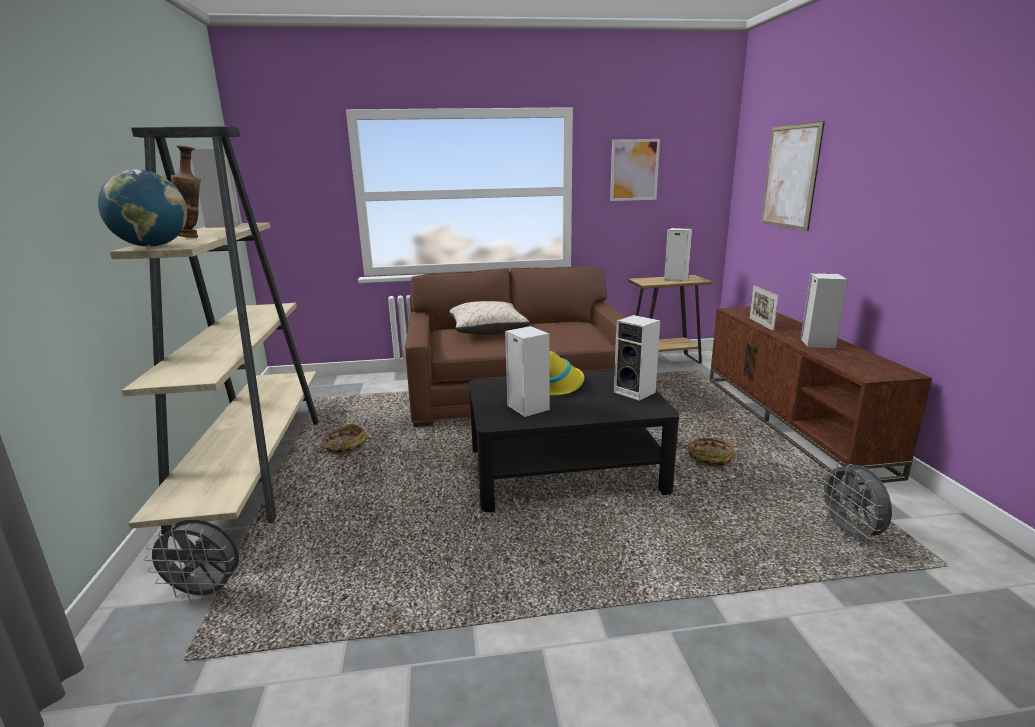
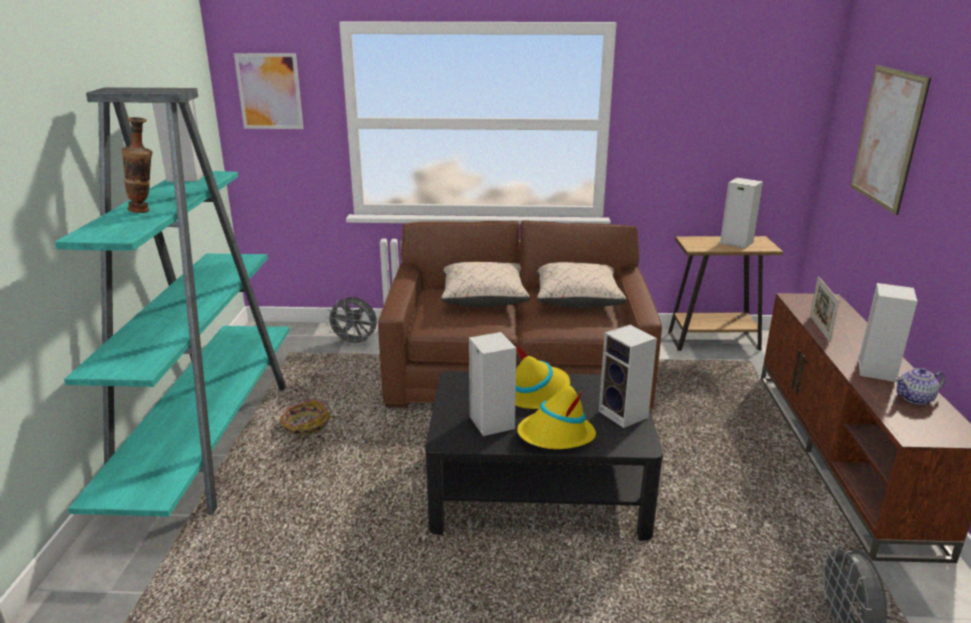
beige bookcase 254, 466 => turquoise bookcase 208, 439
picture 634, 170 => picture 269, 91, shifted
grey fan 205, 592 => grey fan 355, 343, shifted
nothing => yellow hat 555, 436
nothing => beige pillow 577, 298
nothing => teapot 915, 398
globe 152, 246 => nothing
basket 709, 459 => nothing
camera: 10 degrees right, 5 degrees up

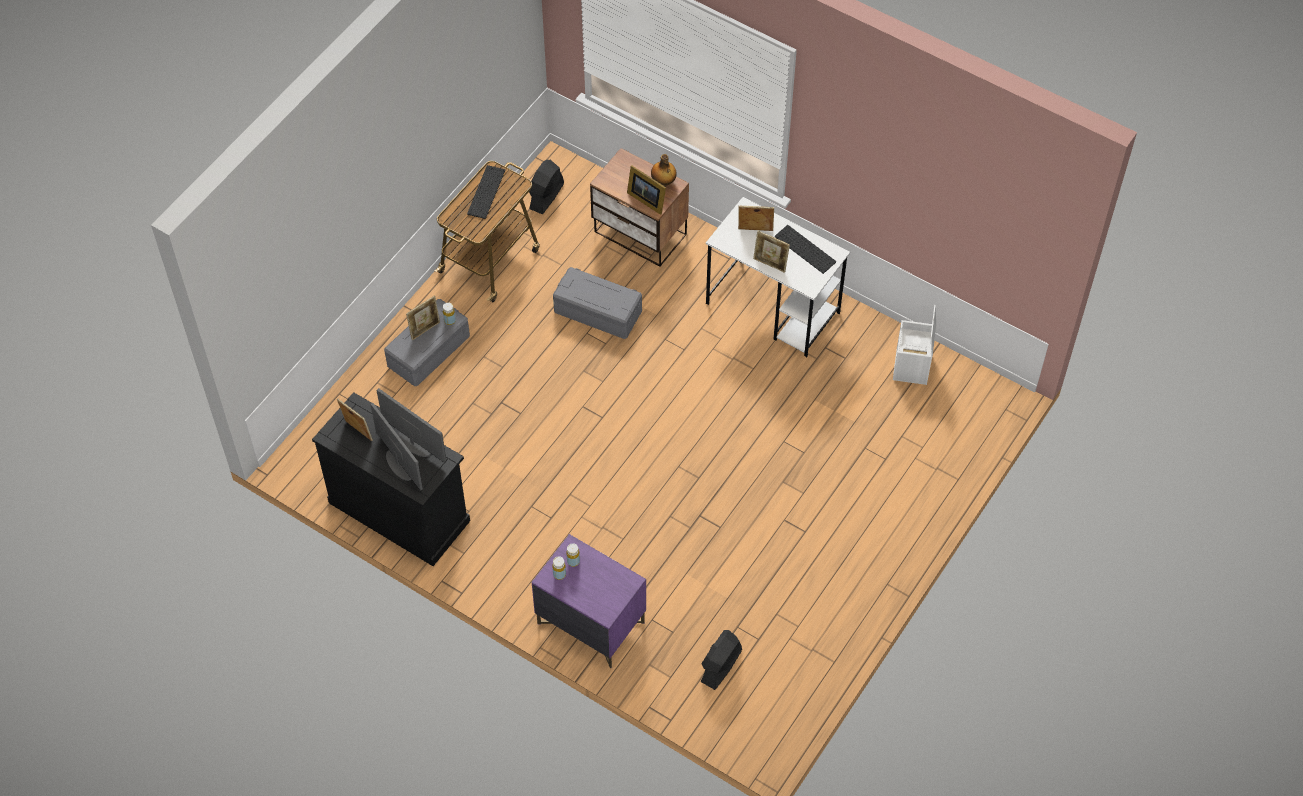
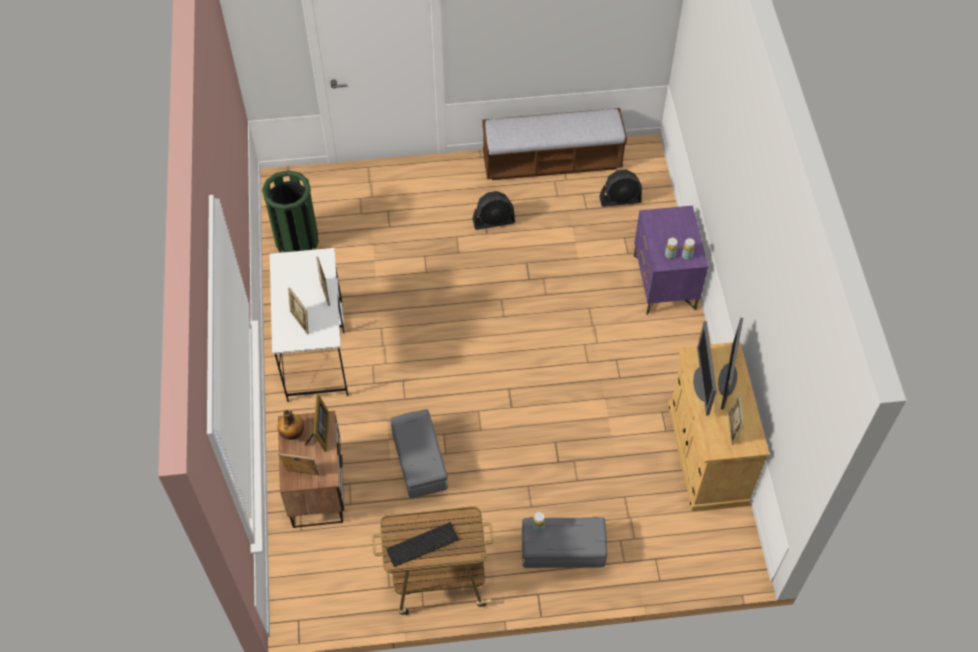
white storage box 912, 367 => green trash can 297, 240
picture frame 425, 329 => picture frame 302, 474, shifted
black fan 546, 196 => black fan 494, 221, shifted
nothing => bench 552, 162
black cabinet 399, 511 => beige cabinet 706, 454
keyboard 806, 249 => nothing
camera: 130 degrees left, 0 degrees up

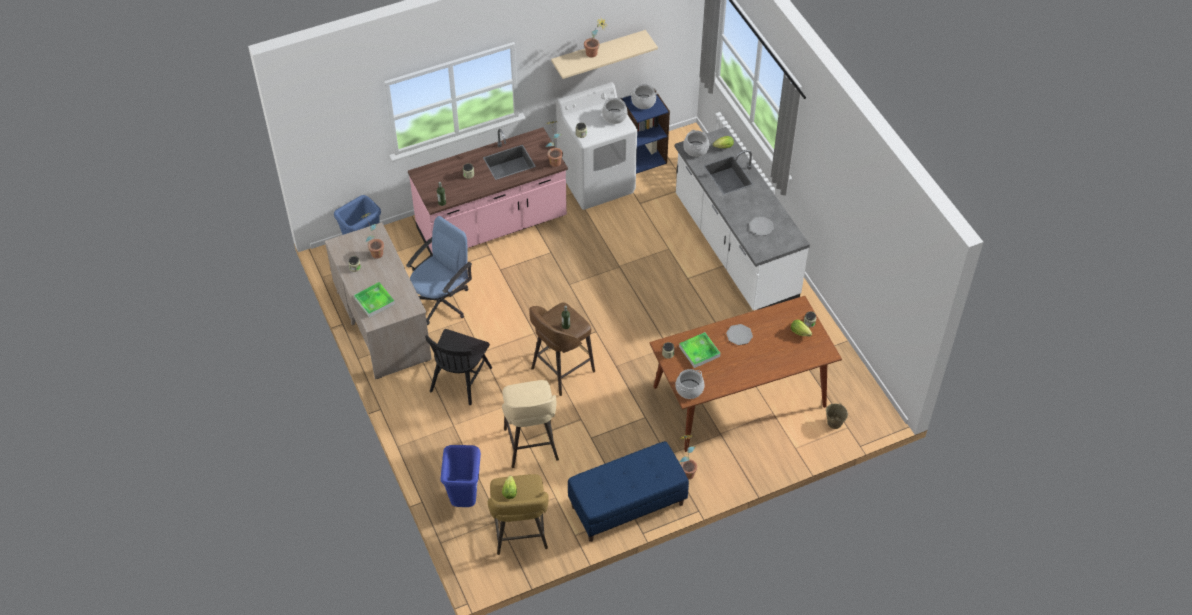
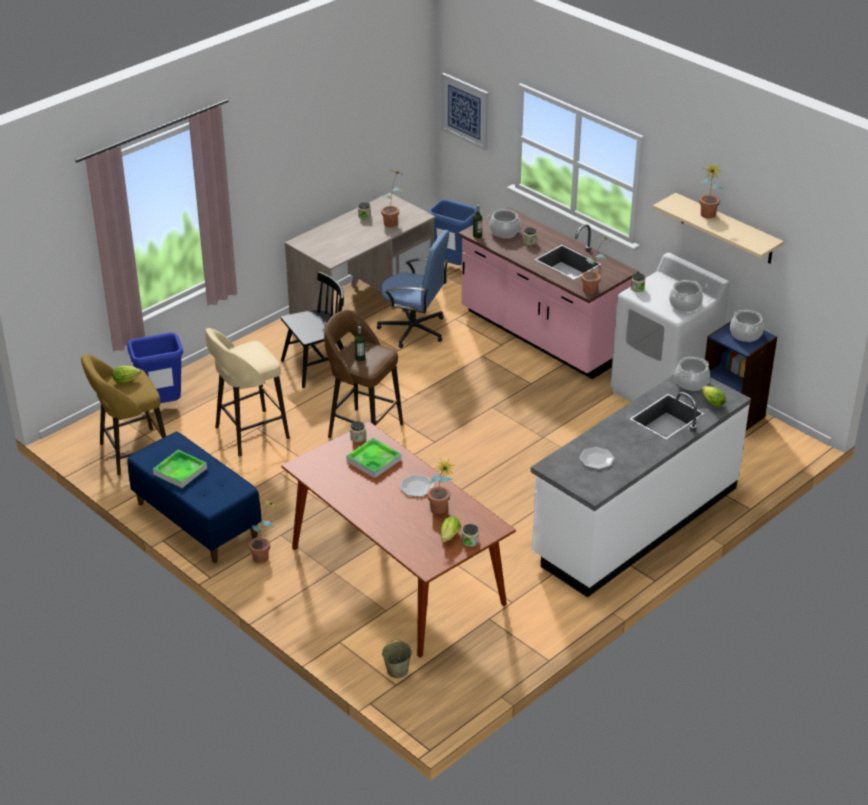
tray 374, 301 => tray 180, 471, shifted
black chair 460, 379 => black chair 317, 366, 150 degrees clockwise
nothing => potted plant 440, 512
nothing => picture 465, 111
cooking pot 689, 389 => cooking pot 504, 231, shifted
camera: 70 degrees right, 15 degrees down

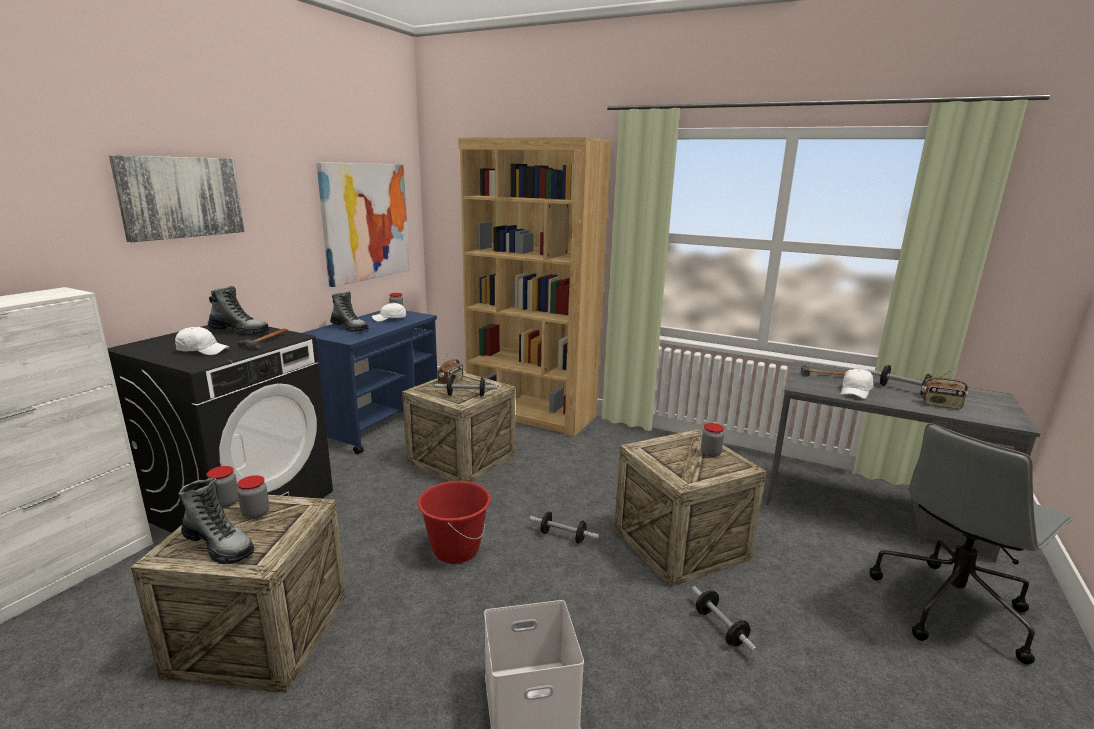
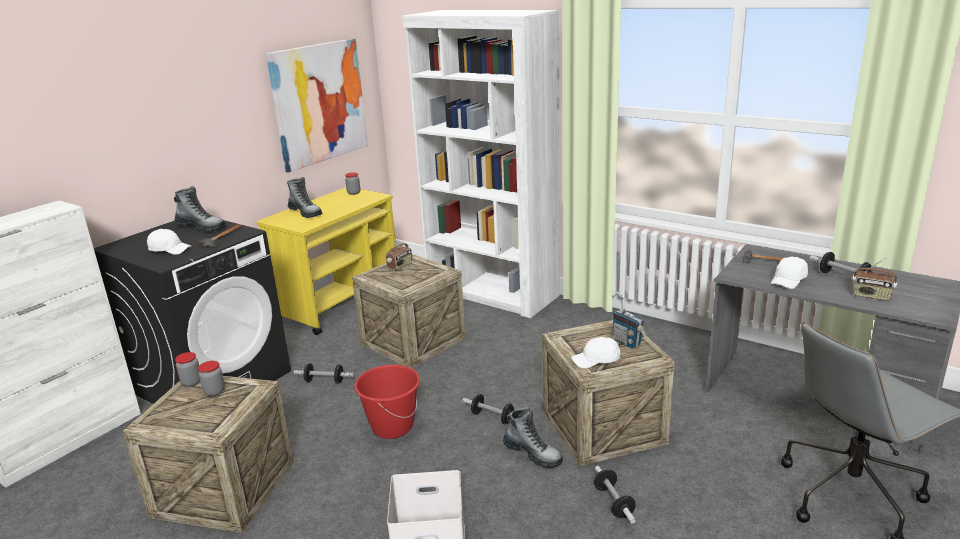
blue cart 379, 423 => yellow cart 340, 303
dumbbell 466, 395 => dumbbell 324, 381, shifted
brown bookcase 530, 413 => white bookcase 492, 292
boot 219, 545 => boot 533, 454, shifted
white cap 390, 319 => white cap 596, 360, shifted
jar 710, 453 => radio 627, 343
picture 181, 197 => nothing
camera: 10 degrees right, 5 degrees up

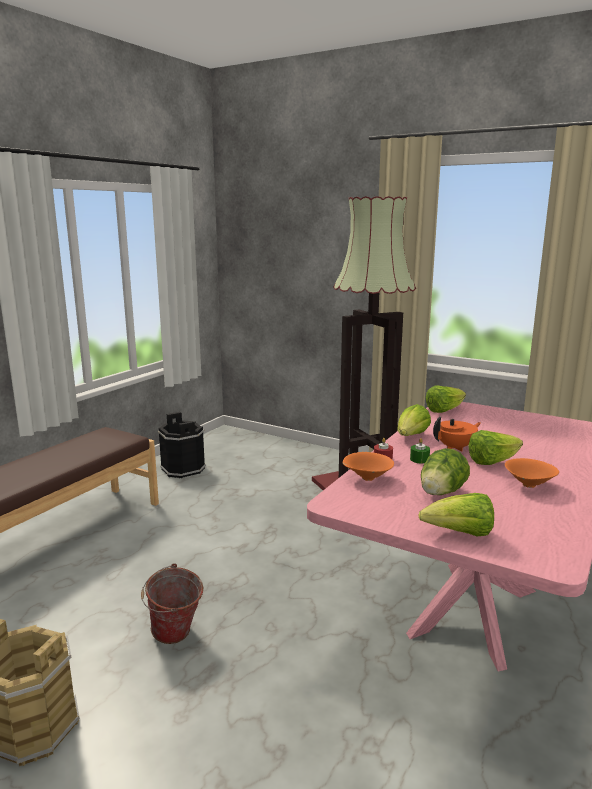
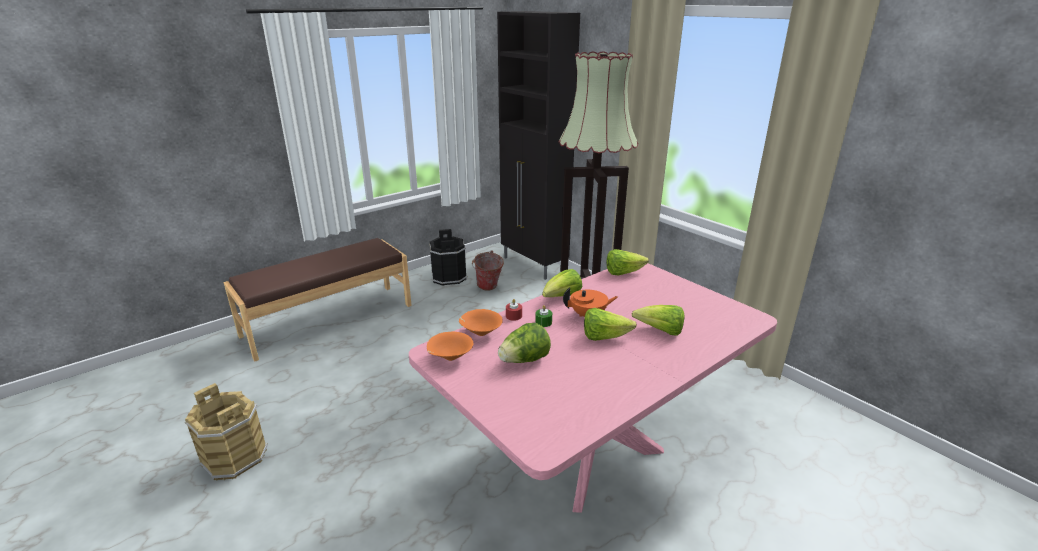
orange bowl 528, 486 => orange bowl 450, 358, shifted
bucket 175, 637 => bucket 488, 288, shifted
nothing => black cabinet 534, 265
lettuce 459, 534 => lettuce 660, 331, shifted
camera: 20 degrees right, 10 degrees up

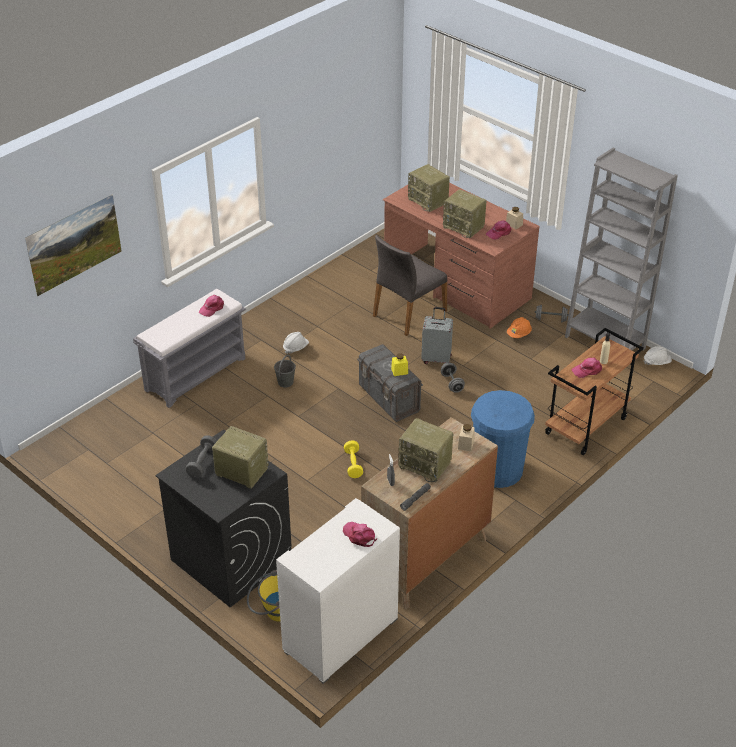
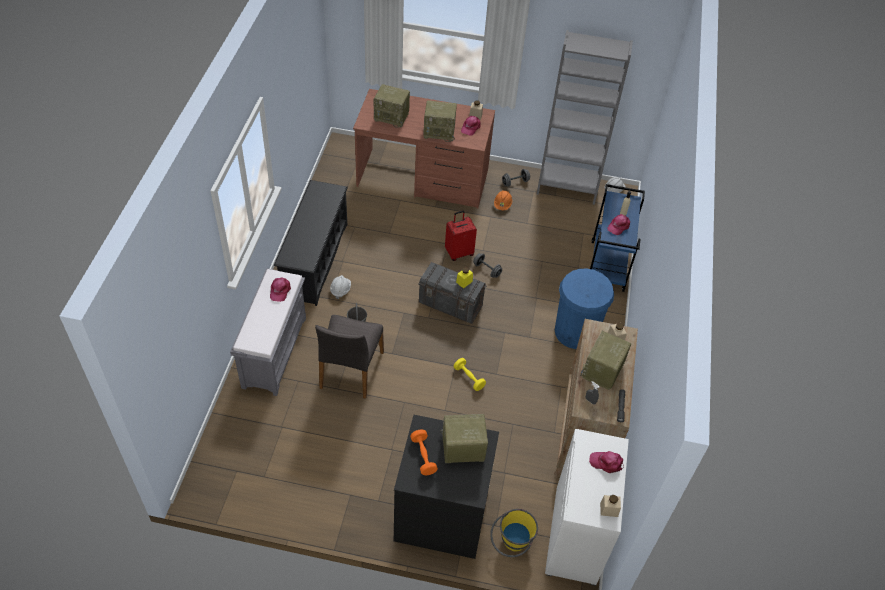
nothing => black shoe rack 315, 260
grey chair 408, 313 => grey chair 350, 370, shifted
grey dumbbell 202, 462 => orange dumbbell 423, 456
grey suitcase 436, 359 => red suitcase 459, 252
radio 426, 464 => radio 602, 371, 120 degrees clockwise
brown cart 586, 427 => blue cart 608, 266
nothing => beige jar 609, 509
picture 77, 259 => nothing
camera: 35 degrees left, 10 degrees up

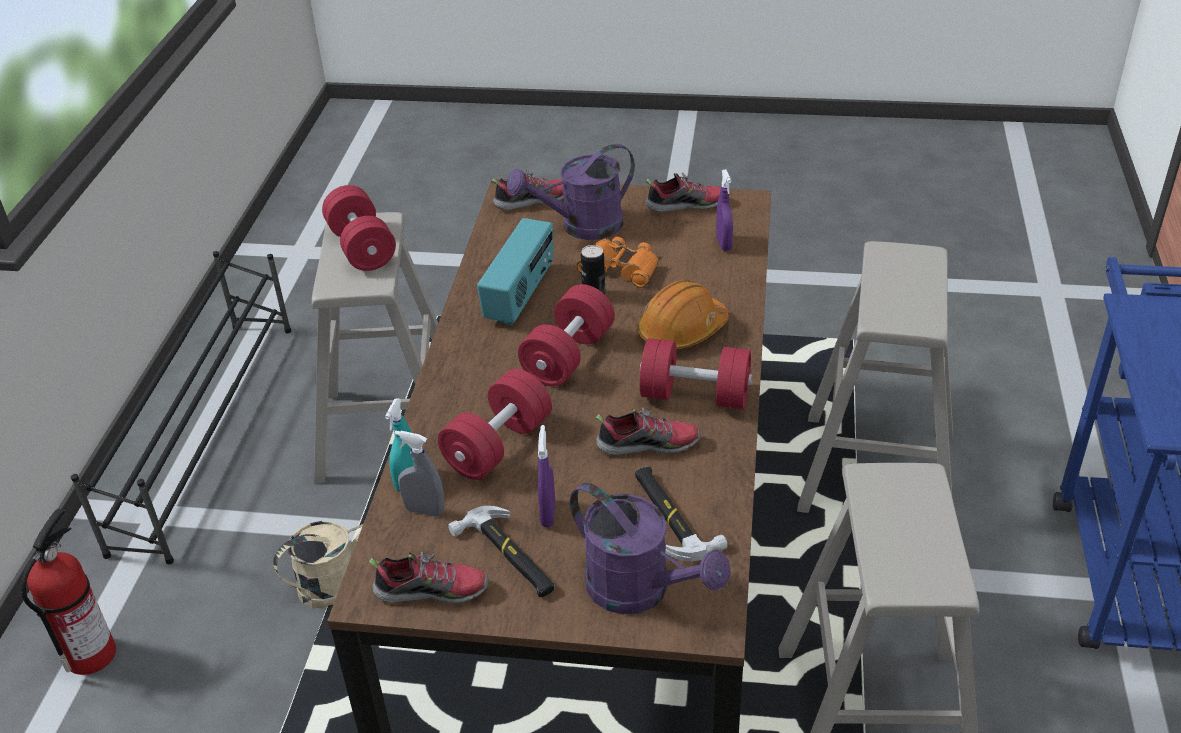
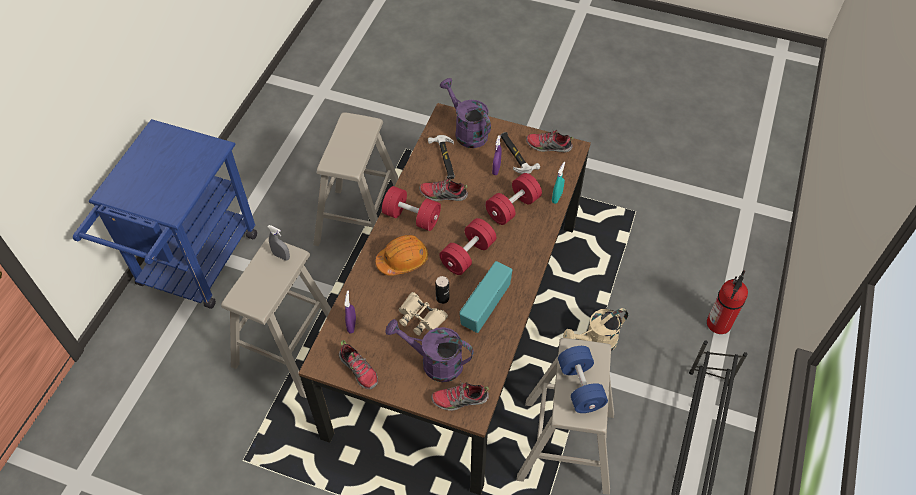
grey spray bottle 424, 510 => grey spray bottle 281, 256, shifted
shoe 686, 204 => shoe 359, 370, 135 degrees counterclockwise
purple watering can 581, 227 => purple watering can 434, 362, 150 degrees counterclockwise
orange binoculars 620, 268 => beige binoculars 421, 317
red dumbbell 362, 248 => blue dumbbell 580, 386
camera: 170 degrees left, 15 degrees up

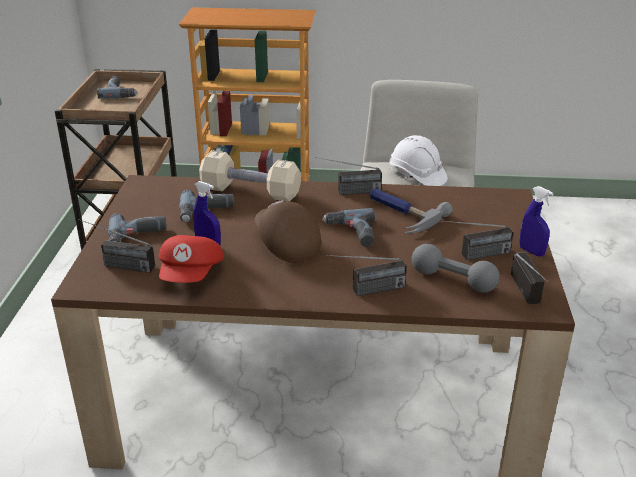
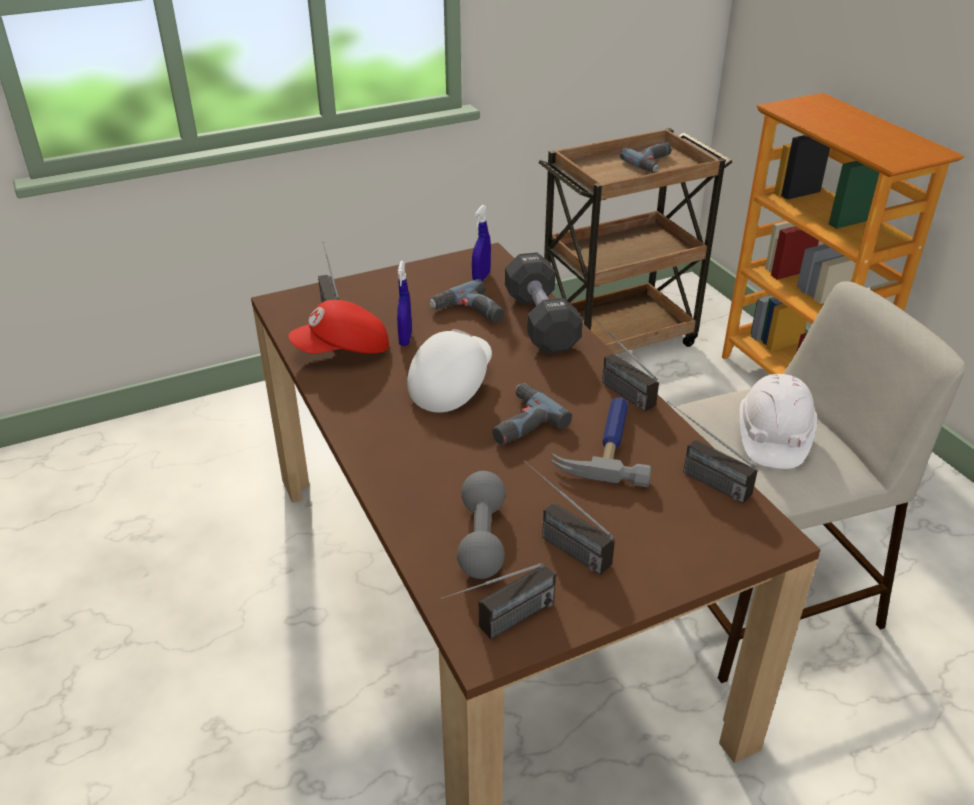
brown cap 285, 244 => white cap 450, 385
blue spray bottle 531, 251 => blue spray bottle 481, 278, shifted
beige dumbbell 250, 192 => black dumbbell 541, 322
radio 366, 291 => radio 699, 476, shifted
power drill 137, 237 => nothing
camera: 60 degrees right, 5 degrees up

